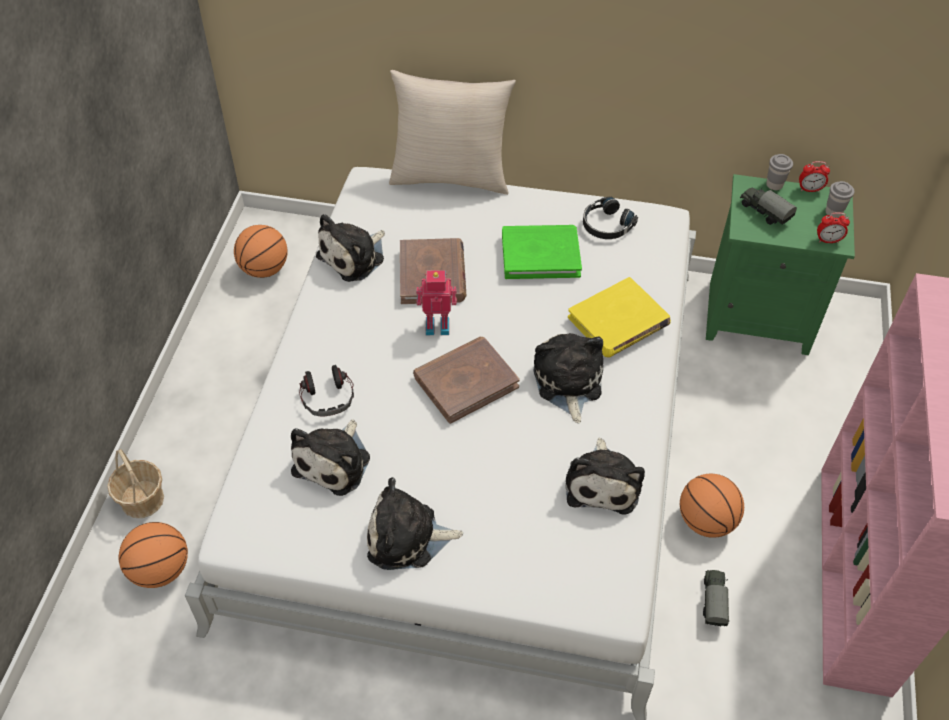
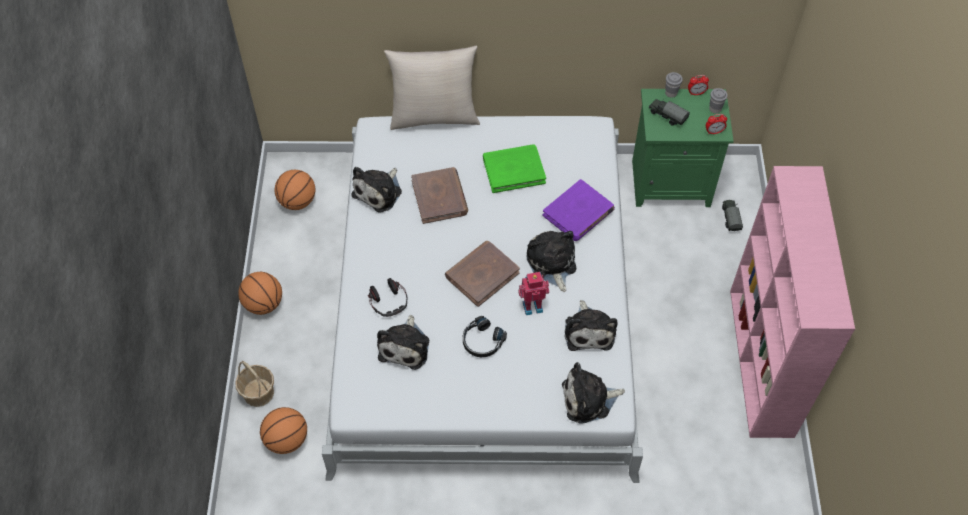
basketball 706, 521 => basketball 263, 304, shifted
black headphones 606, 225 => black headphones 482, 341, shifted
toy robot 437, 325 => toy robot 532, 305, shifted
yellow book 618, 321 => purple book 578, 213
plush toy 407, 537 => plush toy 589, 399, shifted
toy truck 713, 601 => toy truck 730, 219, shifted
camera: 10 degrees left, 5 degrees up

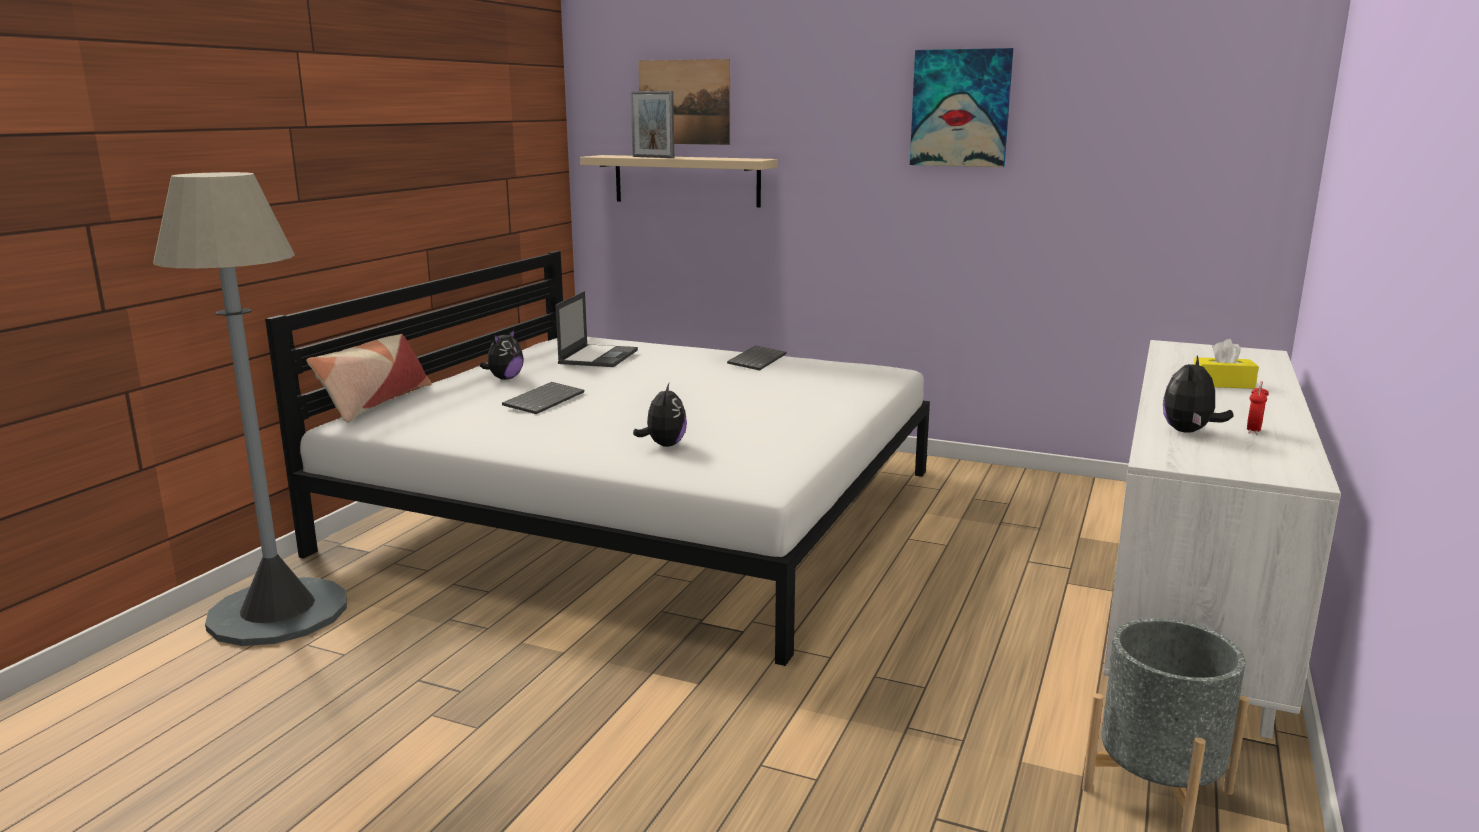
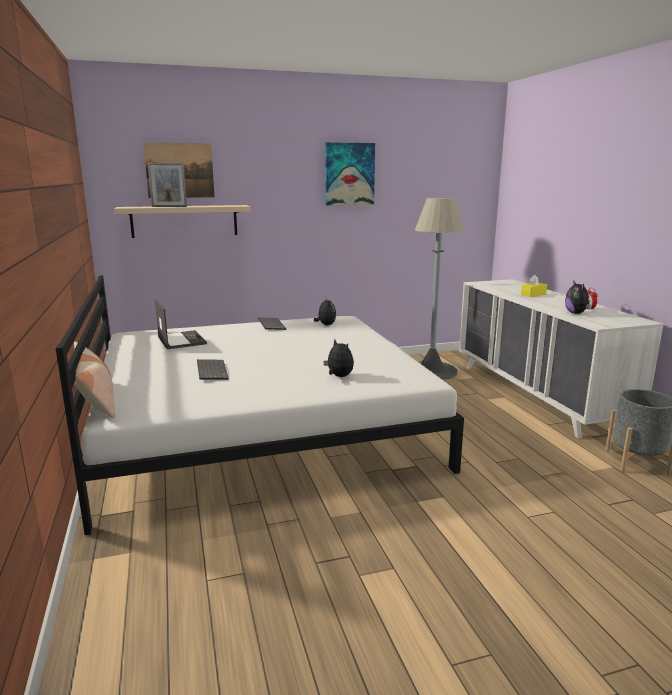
plush toy 505, 378 => plush toy 325, 325, shifted
grey floor lamp 279, 612 => grey floor lamp 431, 371, shifted
camera: 40 degrees left, 0 degrees up

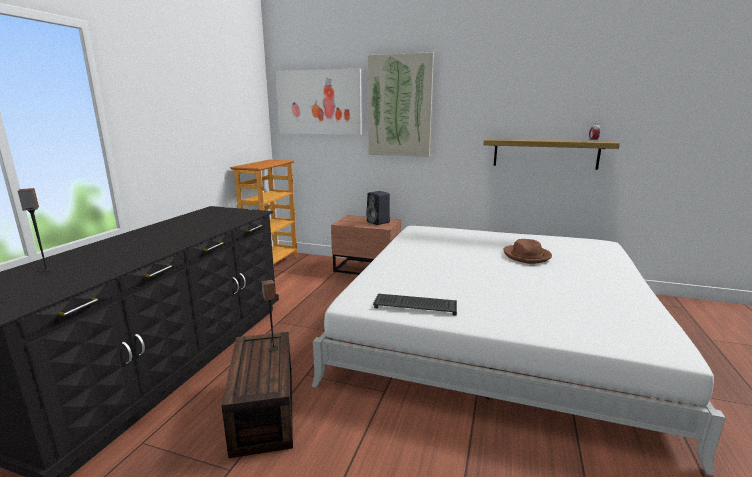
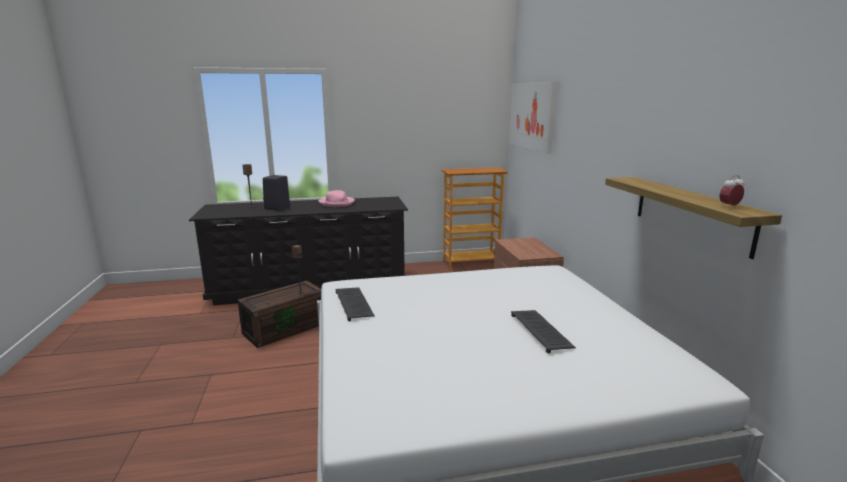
black speaker 378, 222 => black speaker 277, 208, shifted
nothing => pink hat 337, 203
brown hat 527, 256 => keyboard 542, 331
picture 399, 106 => nothing
camera: 60 degrees right, 0 degrees up

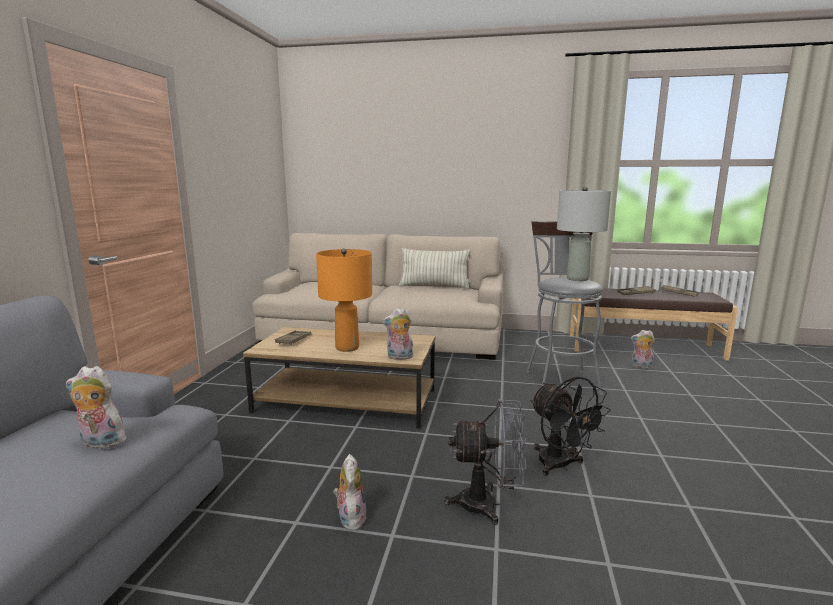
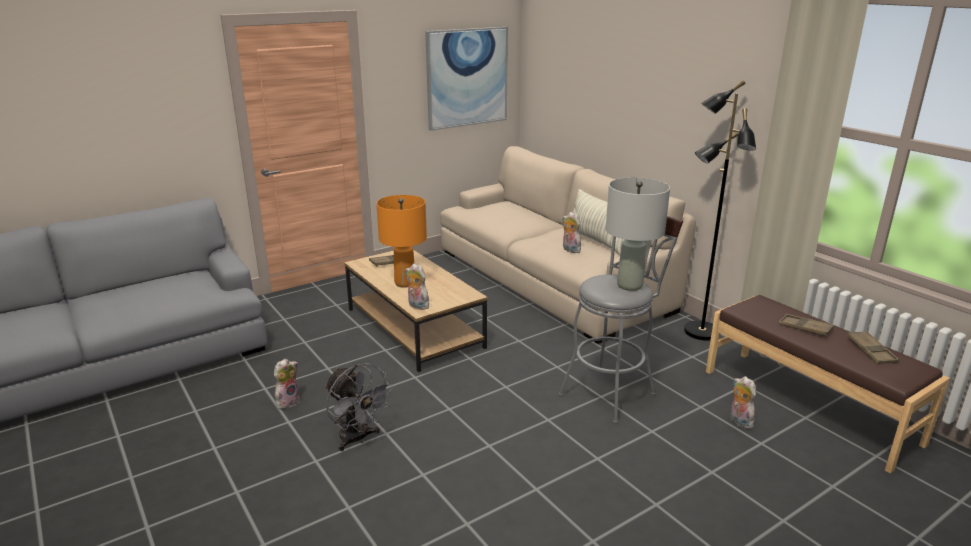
nothing => picture 467, 77
plush toy 100, 443 => plush toy 570, 250, shifted
nothing => black floor lamp 700, 332
black fan 560, 466 => nothing
camera: 45 degrees right, 10 degrees up

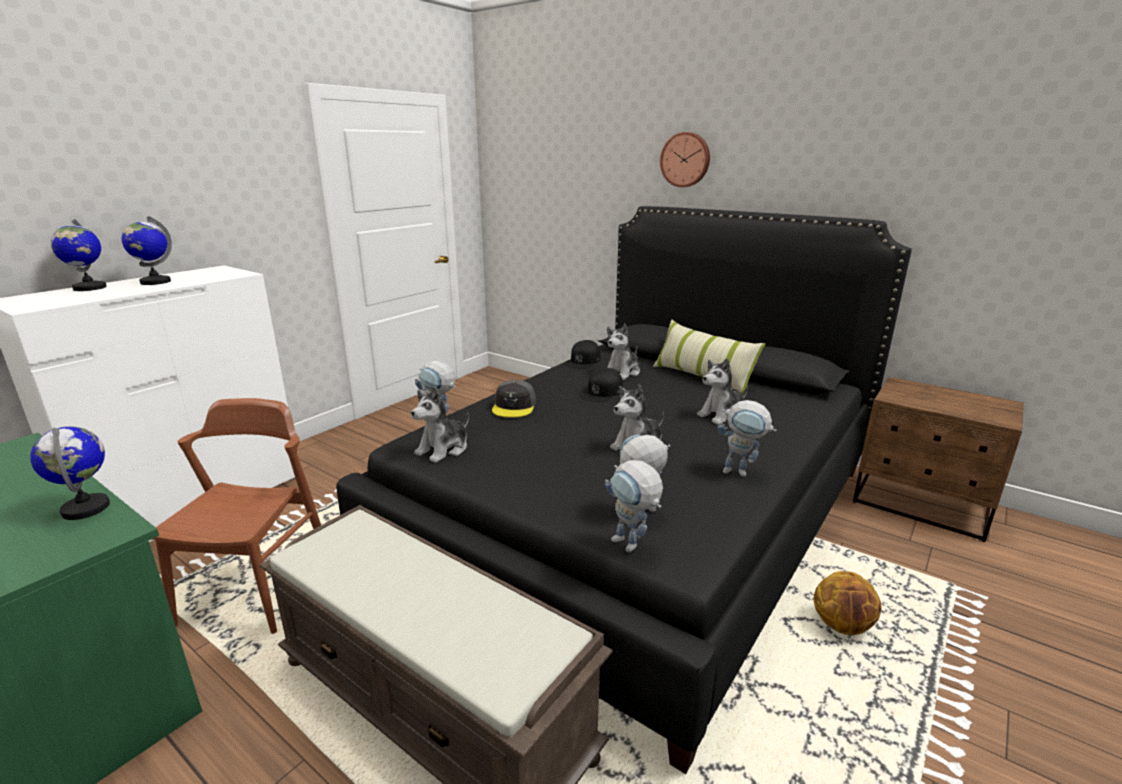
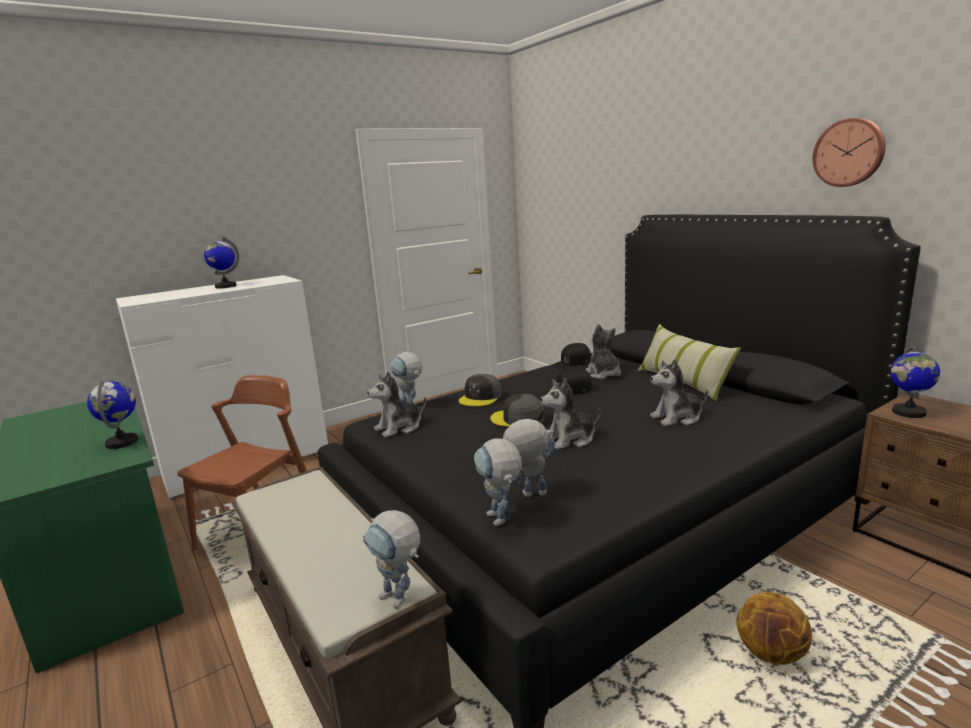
toy robot 741, 472 => toy robot 400, 601, shifted
nothing => grey cap 518, 419
plush toy 623, 372 => plush toy 603, 374, 105 degrees clockwise
wall clock 685, 159 => wall clock 849, 152, shifted
globe 89, 288 => globe 908, 412, shifted
camera: 20 degrees right, 5 degrees down

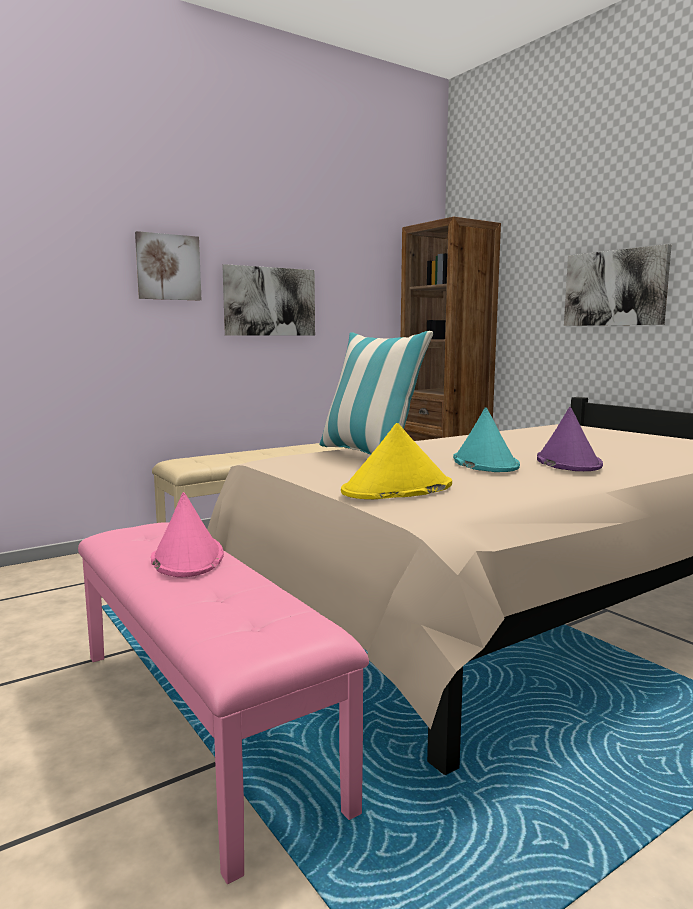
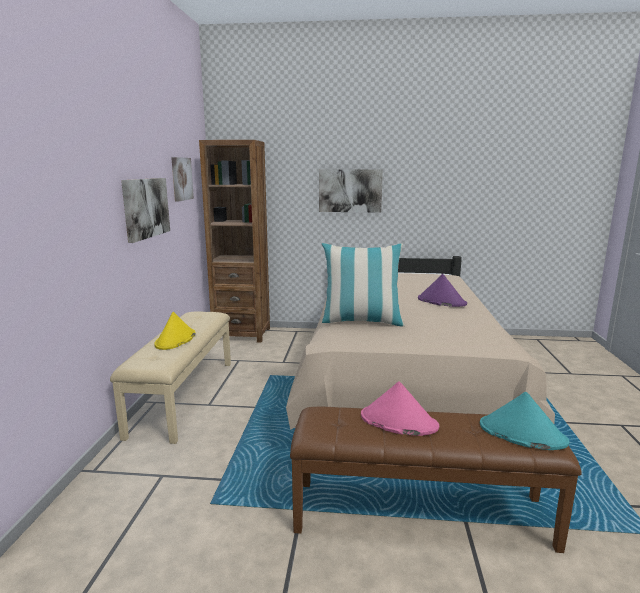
yellow hat 397, 489 => yellow hat 175, 340, shifted
picture 168, 267 => picture 181, 179, shifted
pink bench 202, 721 => brown bench 421, 513
turquoise hat 484, 463 => turquoise hat 521, 433, shifted
camera: 50 degrees left, 5 degrees up

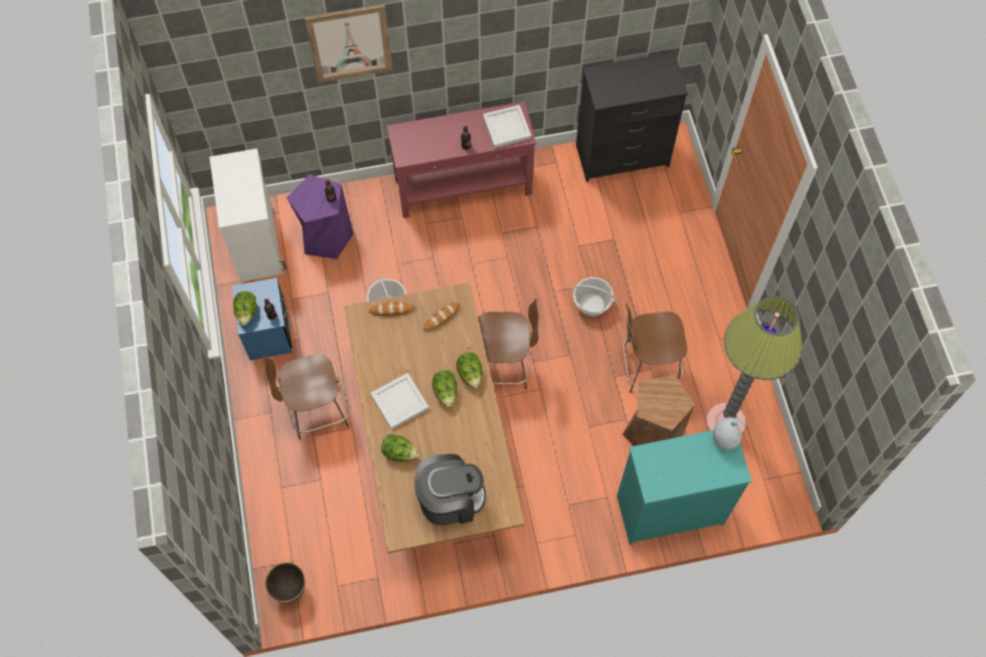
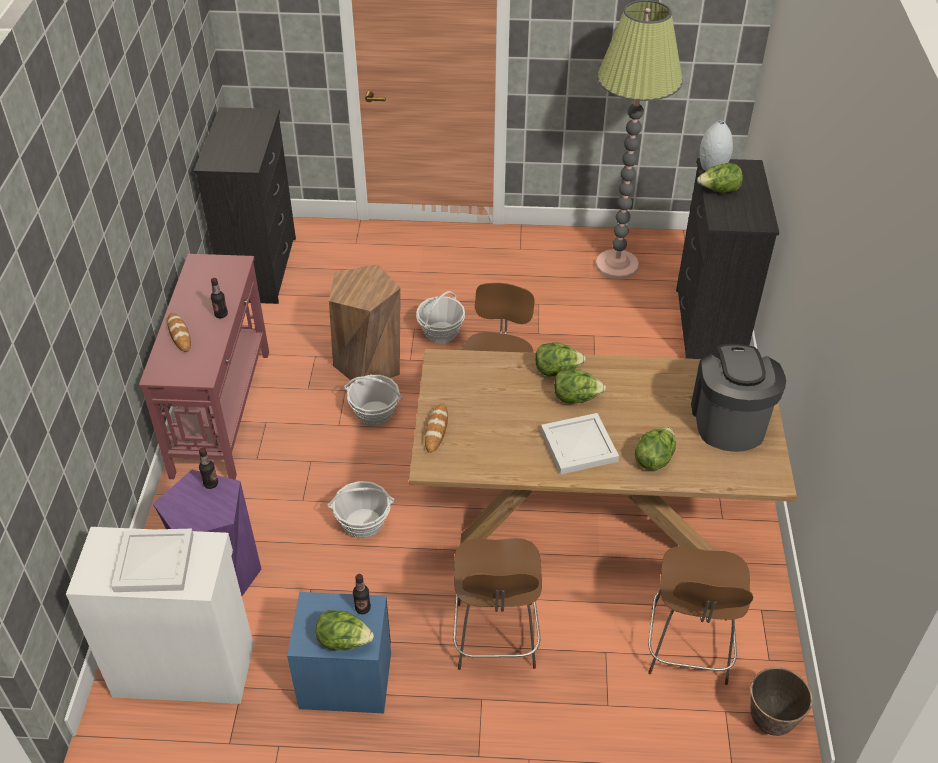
white tray 507, 128 => white tray 155, 561, shifted
bread 441, 317 => bread 179, 334, shifted
brown stool 652, 432 => brown stool 369, 362, shifted
nothing => basket 375, 413
brown chair 647, 367 => brown chair 688, 649, shifted
turquoise dresser 668, 509 => black dresser 708, 326
nothing => lettuce 719, 191
picture 350, 44 => nothing
camera: 75 degrees left, 20 degrees down

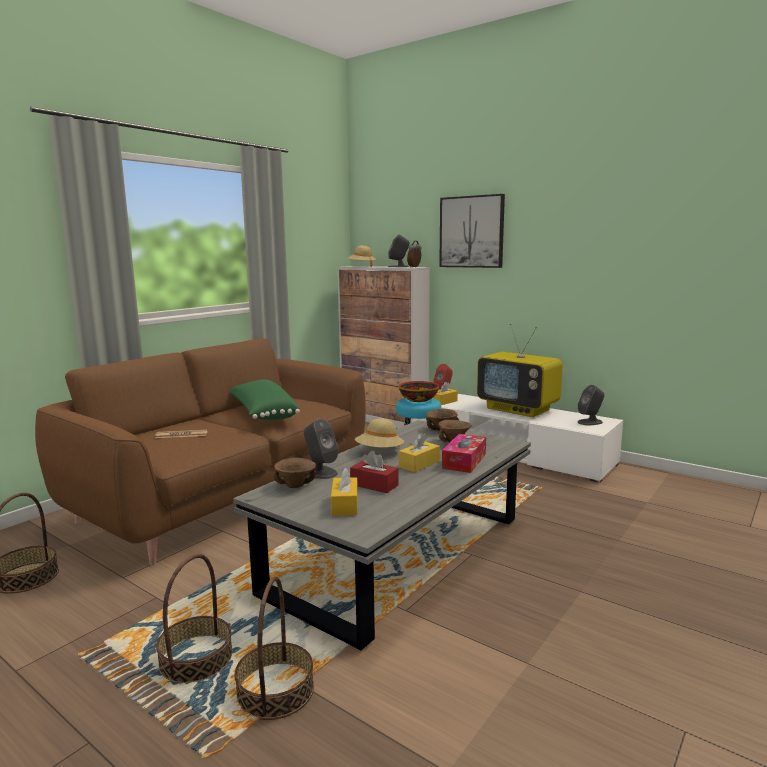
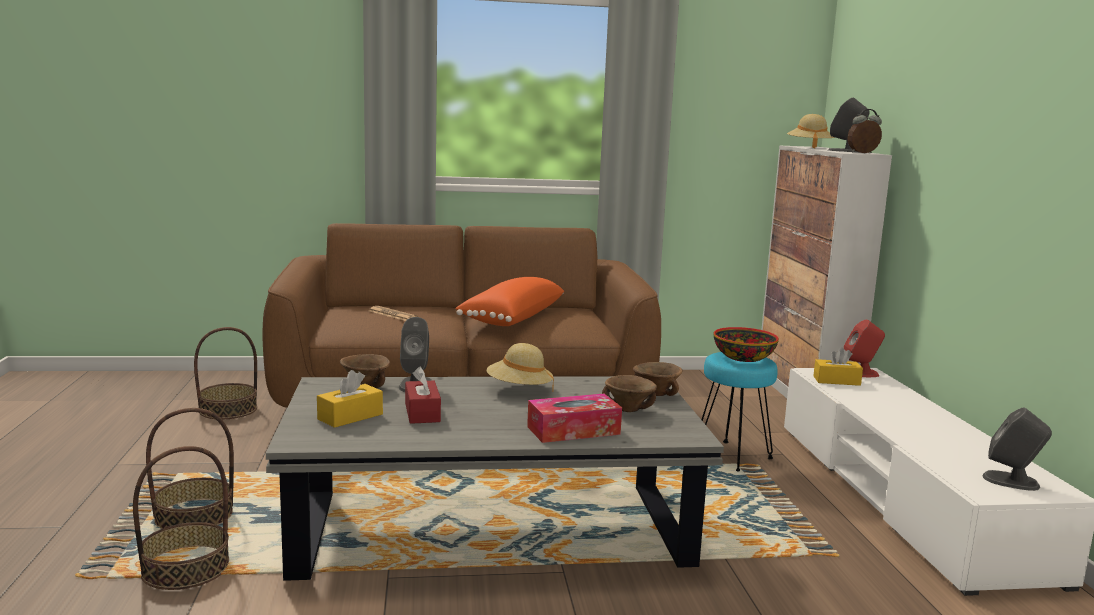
green pillow 262, 413 => orange pillow 510, 318
yellow tissue box 419, 464 => nothing
picture 471, 232 => nothing
television 519, 409 => nothing
camera: 45 degrees right, 0 degrees up

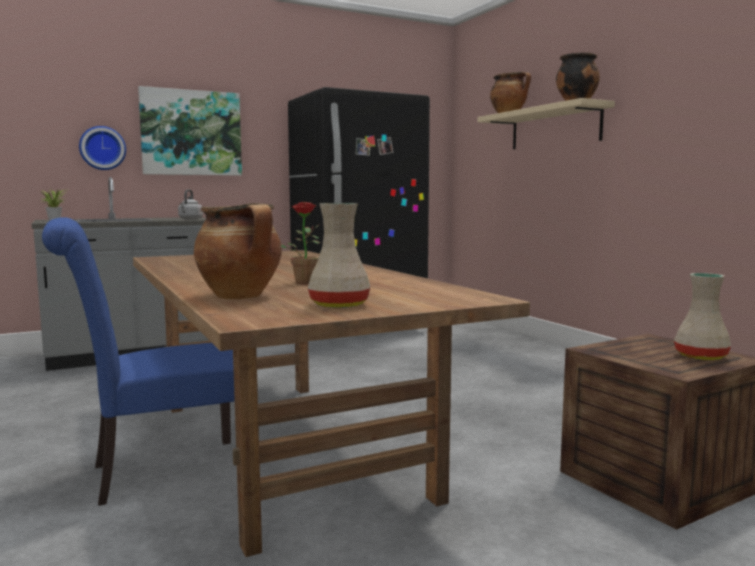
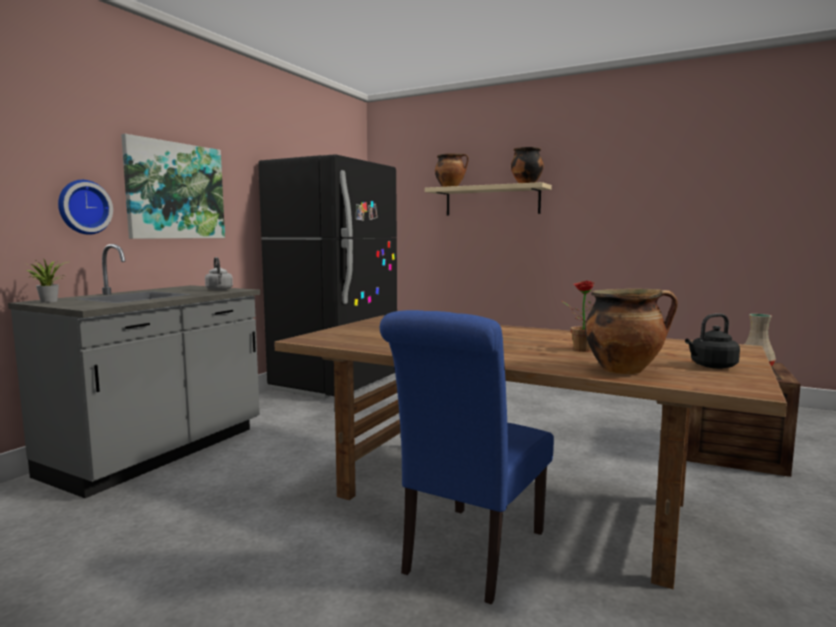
beige vase 338, 305 => black kettle 711, 366
camera: 35 degrees left, 0 degrees up

